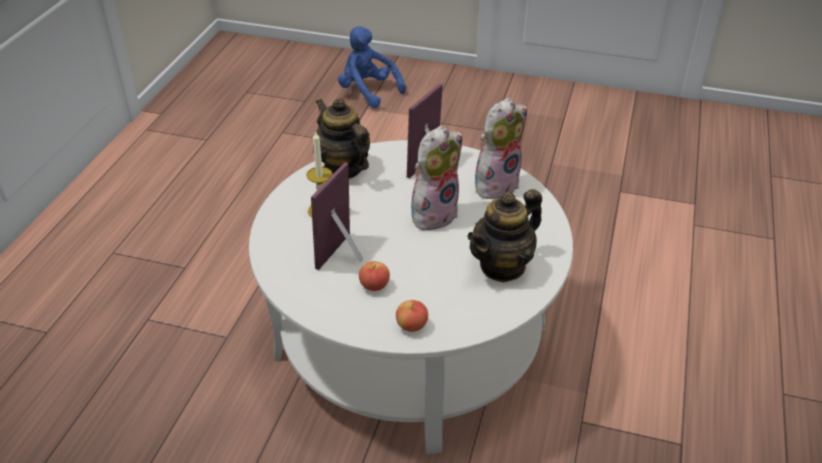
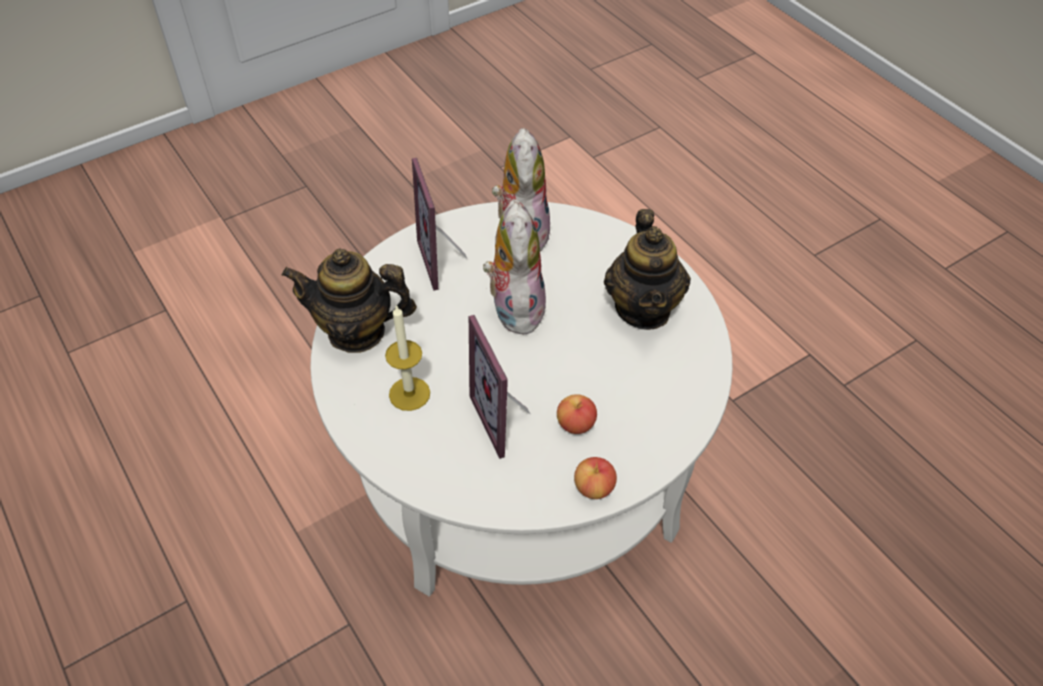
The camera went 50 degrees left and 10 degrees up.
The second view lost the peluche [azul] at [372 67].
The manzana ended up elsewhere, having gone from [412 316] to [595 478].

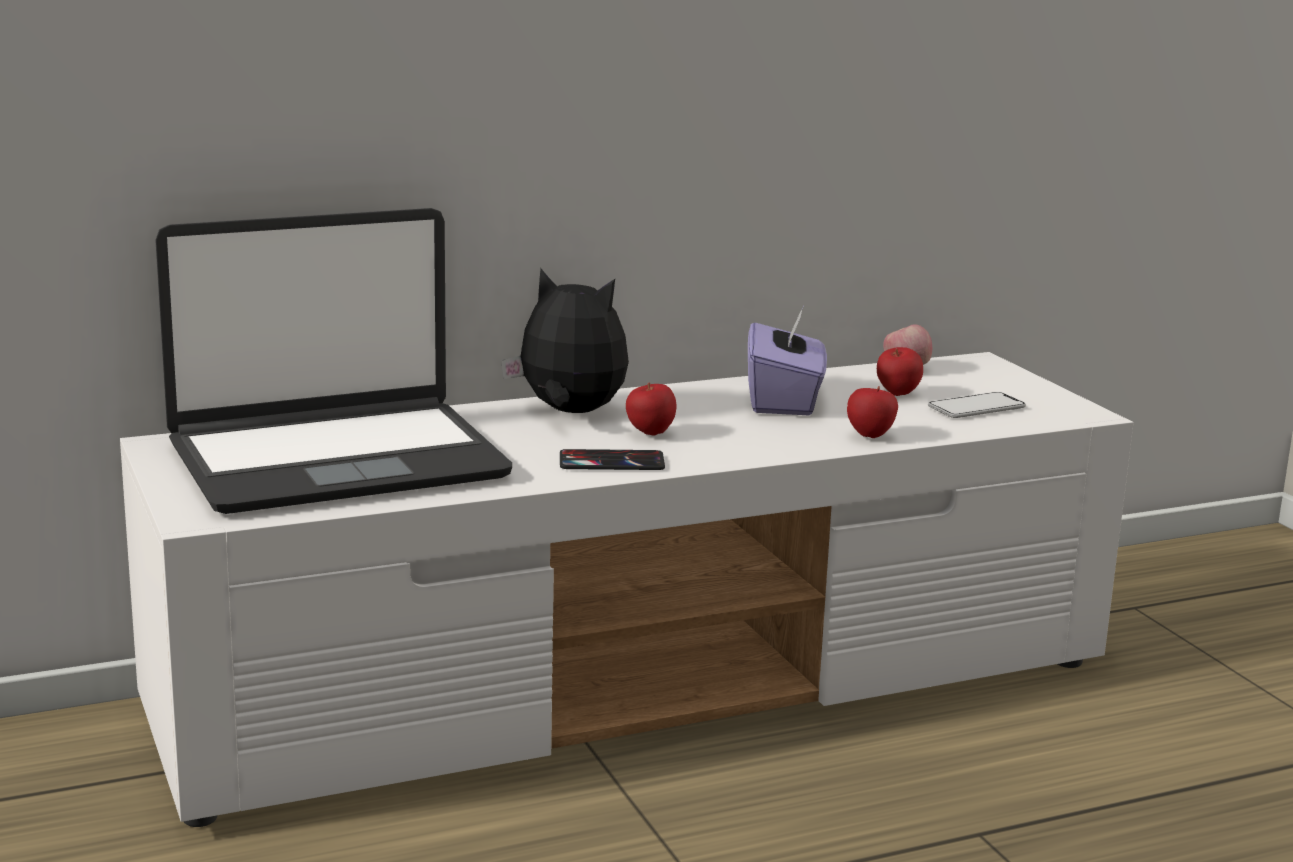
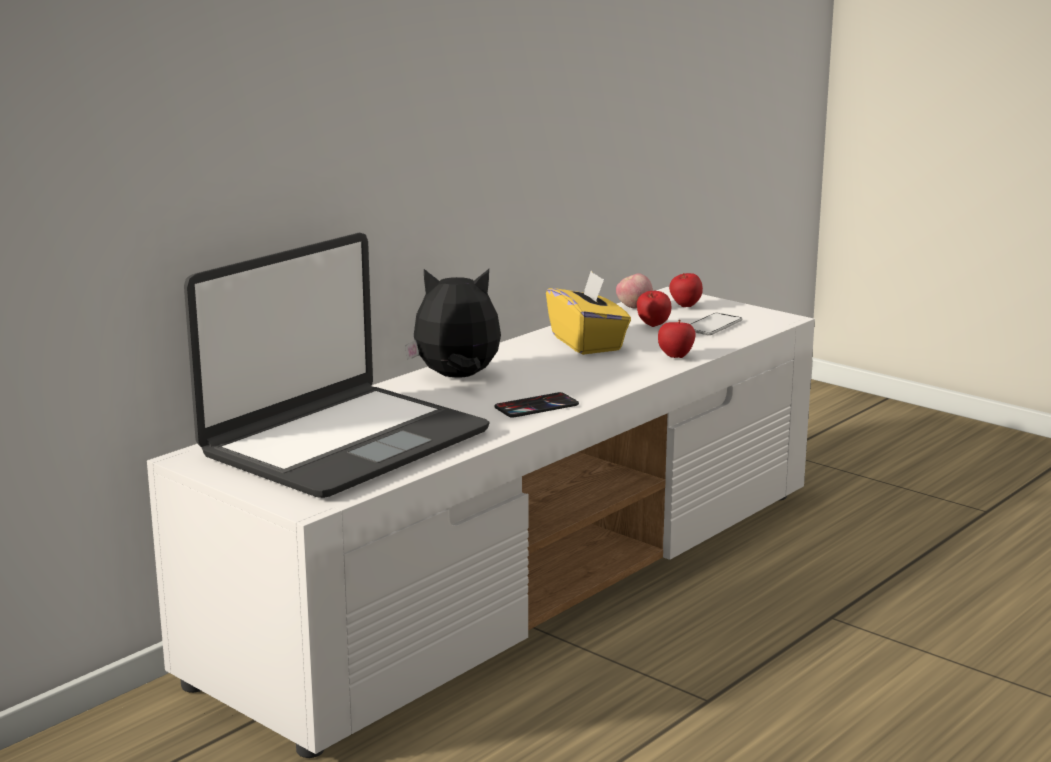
The camera went 25 degrees left and 0 degrees up.
The manzana ended up elsewhere, having gone from [651 409] to [686 290].
What was the caja de pañuelos [morado] at [787 362] turned into the caja de pañuelos [amarillo] at [588 313].

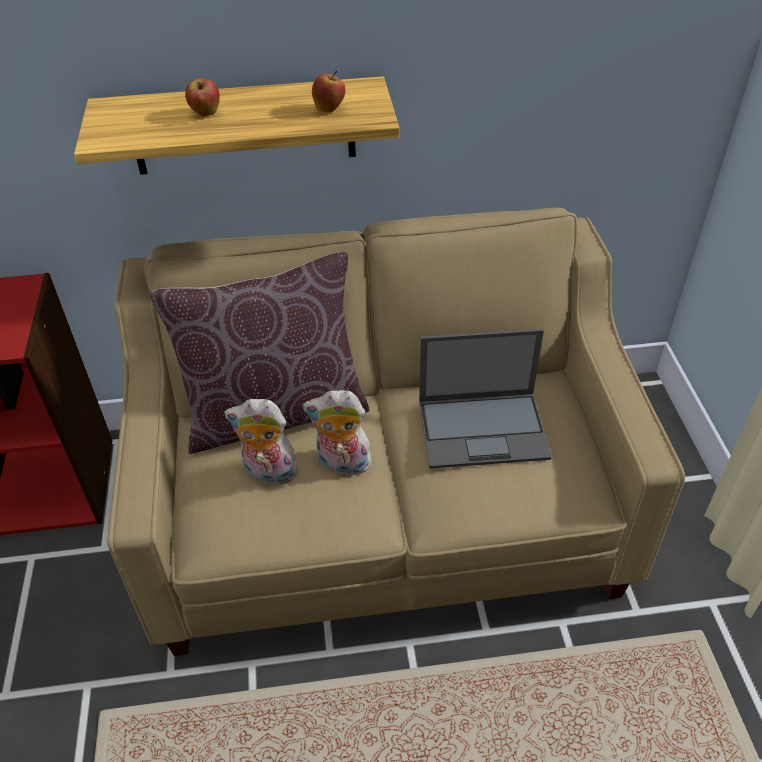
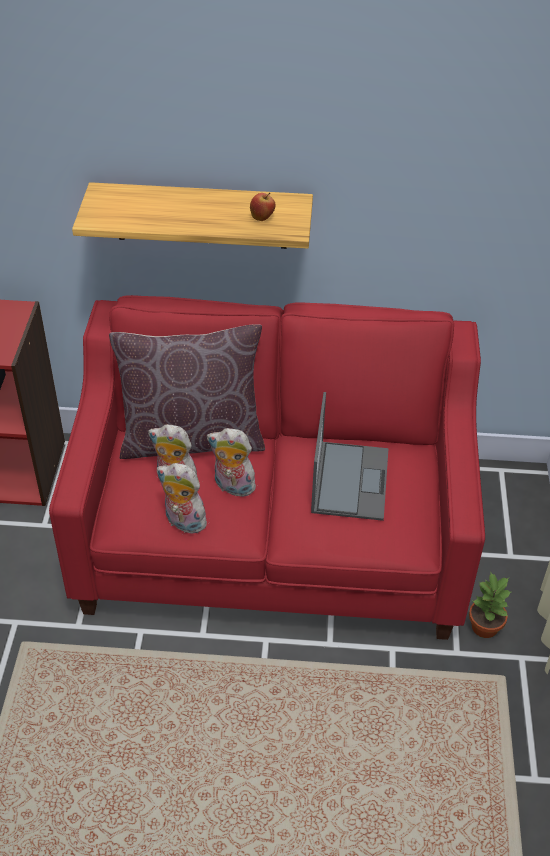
The camera went 10 degrees right and 0 degrees up.
What was the sofá [beis] at [396 432] turned into the sofá [rojo] at [267 467].
The second view lost the manzana at [202 97].
The portátil at [485 399] ended up facing another way, 90 degrees counterclockwise from before.
The second view gained the peluche at [182 498].
The second view gained the planta en maceta at [490 605].

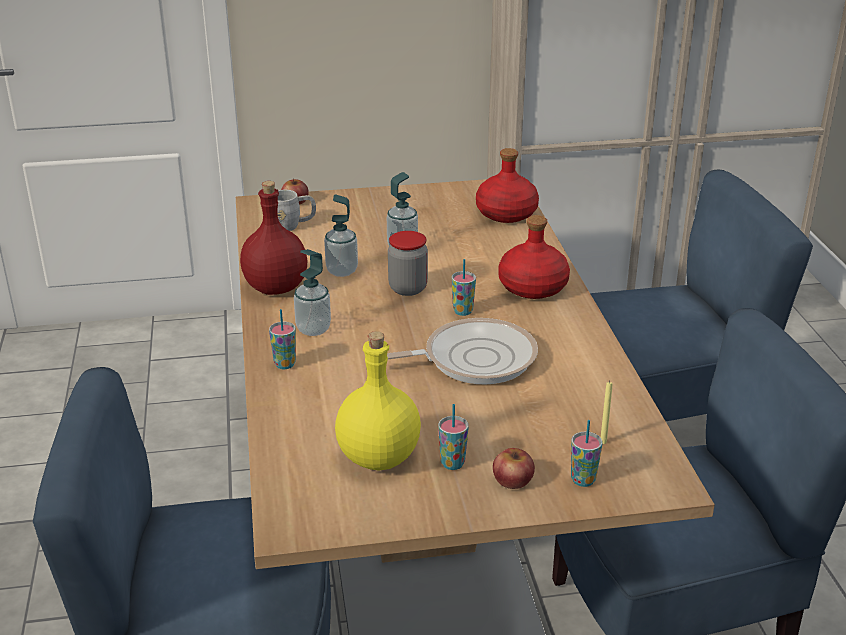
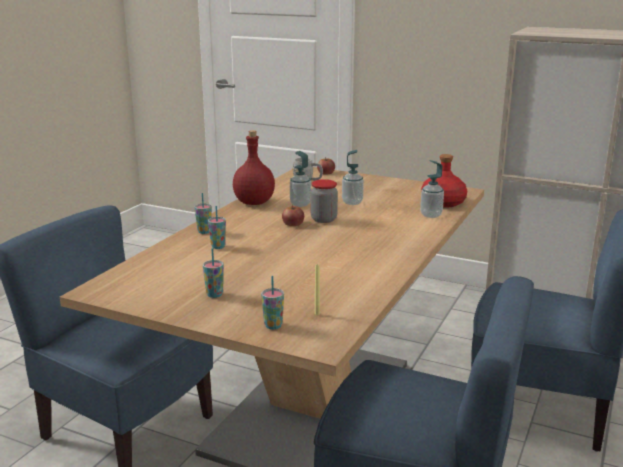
The camera went 35 degrees right and 10 degrees down.
The dispensador de jabón ended up elsewhere, having gone from [312 292] to [432 189].
The second view lost the botella [amarillo] at [378 401].
The second view lost the sartén at [462 351].
The taza ended up elsewhere, having gone from [464 287] to [217 227].
The manzana ended up elsewhere, having gone from [514 468] to [293 215].
The second view lost the botella [rojo] at [534 257].

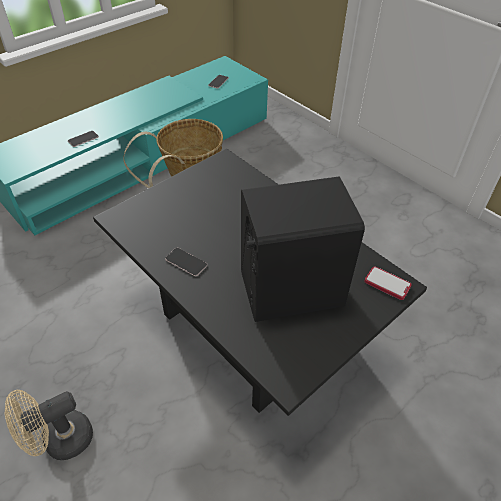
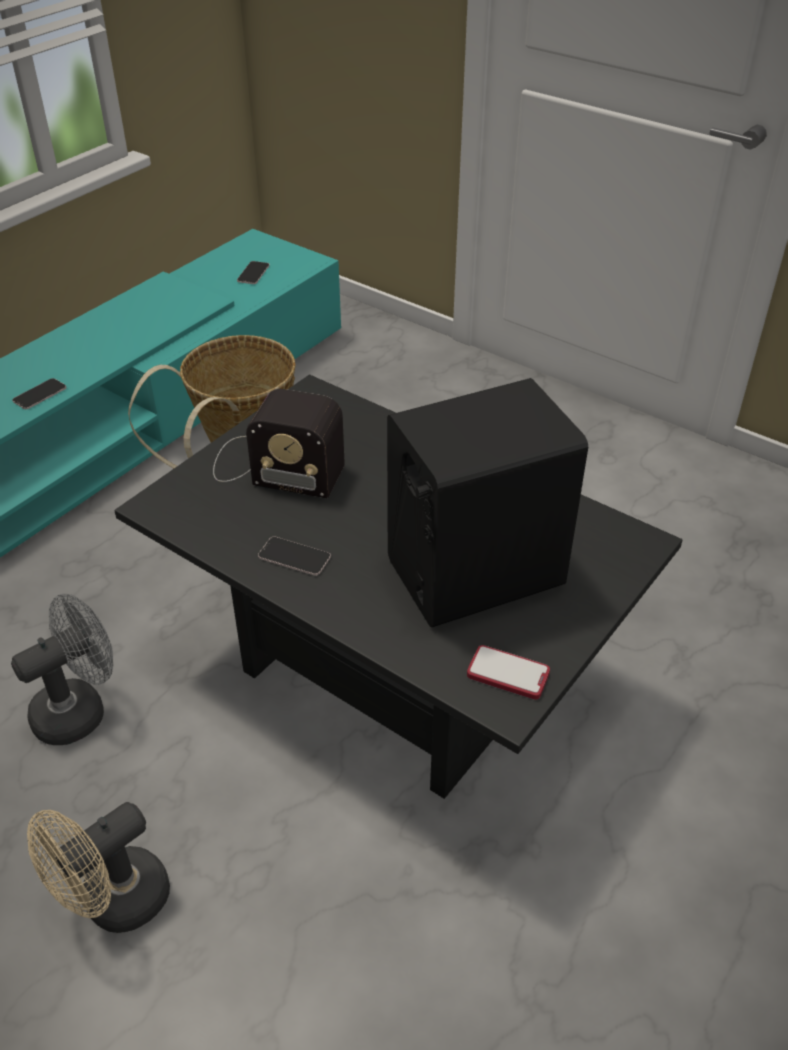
The camera went 10 degrees left and 5 degrees down.
The móvil ended up elsewhere, having gone from [388 283] to [508 672].
The second view gained the ventilador [gris] at [62 669].
The second view gained the radio at [279 443].

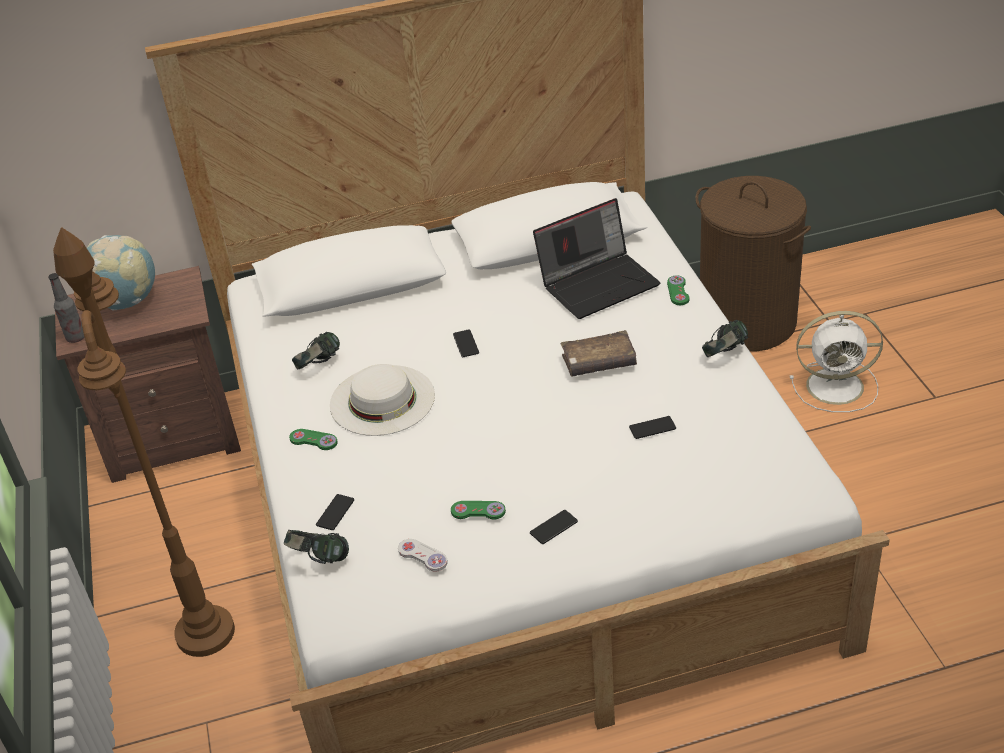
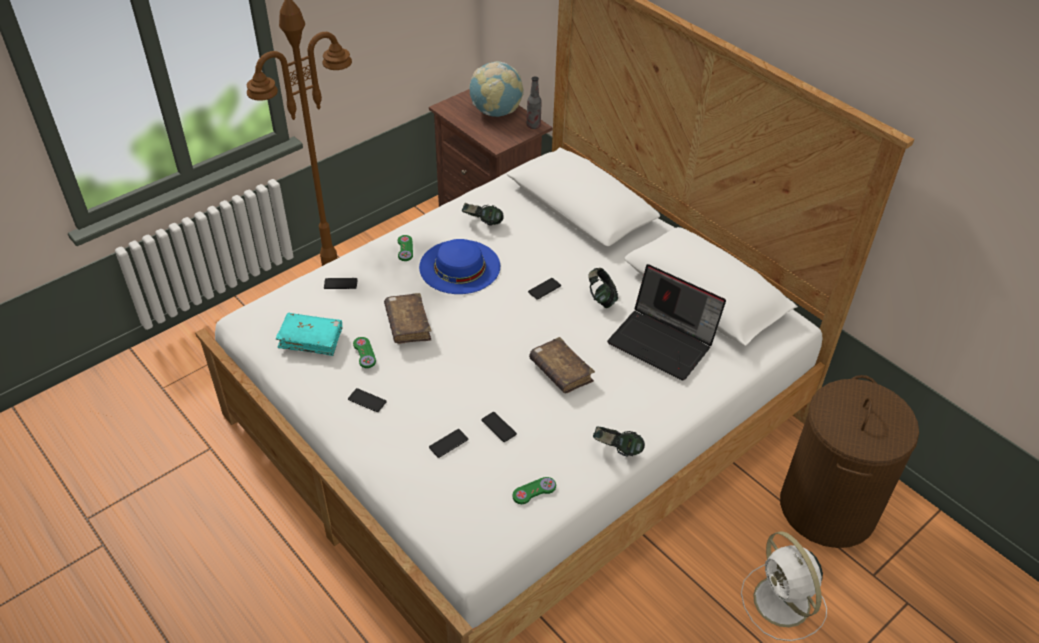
The camera went 60 degrees right and 5 degrees up.
The botella ended up elsewhere, having gone from [66 308] to [534 102].
The auriculares ended up elsewhere, having gone from [316 547] to [603 288].
What was the sombrero [blanco] at [382 400] turned into the sombrero [azul] at [459 266].
Where the mando de consola [blanco] stood at [423 555], the libro [turquesa] came to stand at [309 334].
The mando de consola [verde] ended up elsewhere, having gone from [678 290] to [534 490].
The second view gained the libro [marrón] at [408 318].
The second view gained the móvil at [448 443].

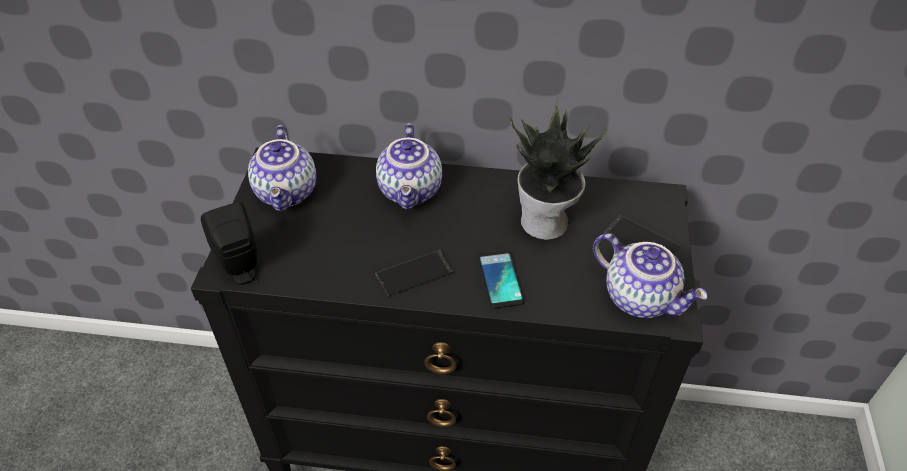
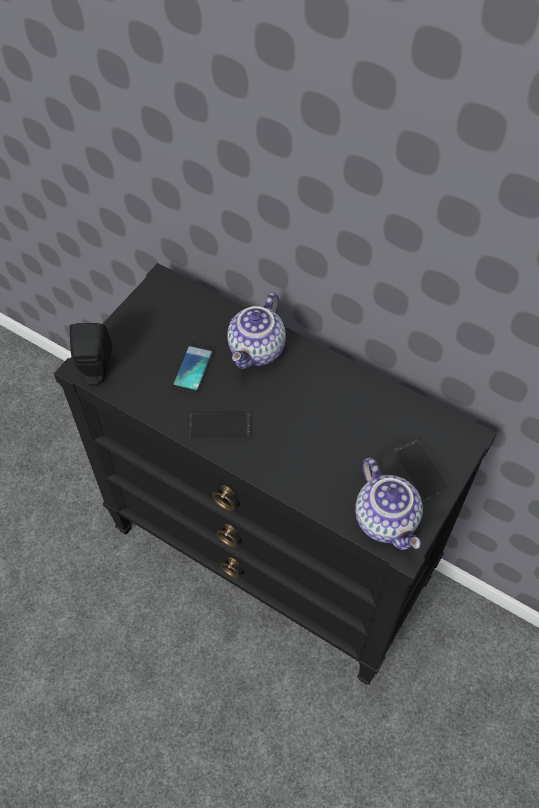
The camera went 25 degrees right and 10 degrees up.
The second view lost the tetera at [282 168].
The móvil ended up elsewhere, having gone from [501 279] to [193 368].
The second view lost the planta en maceta at [559 169].

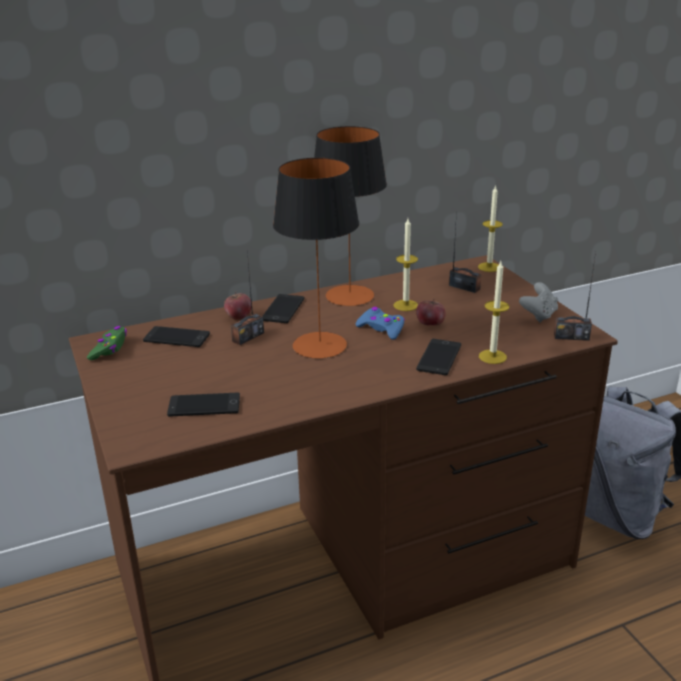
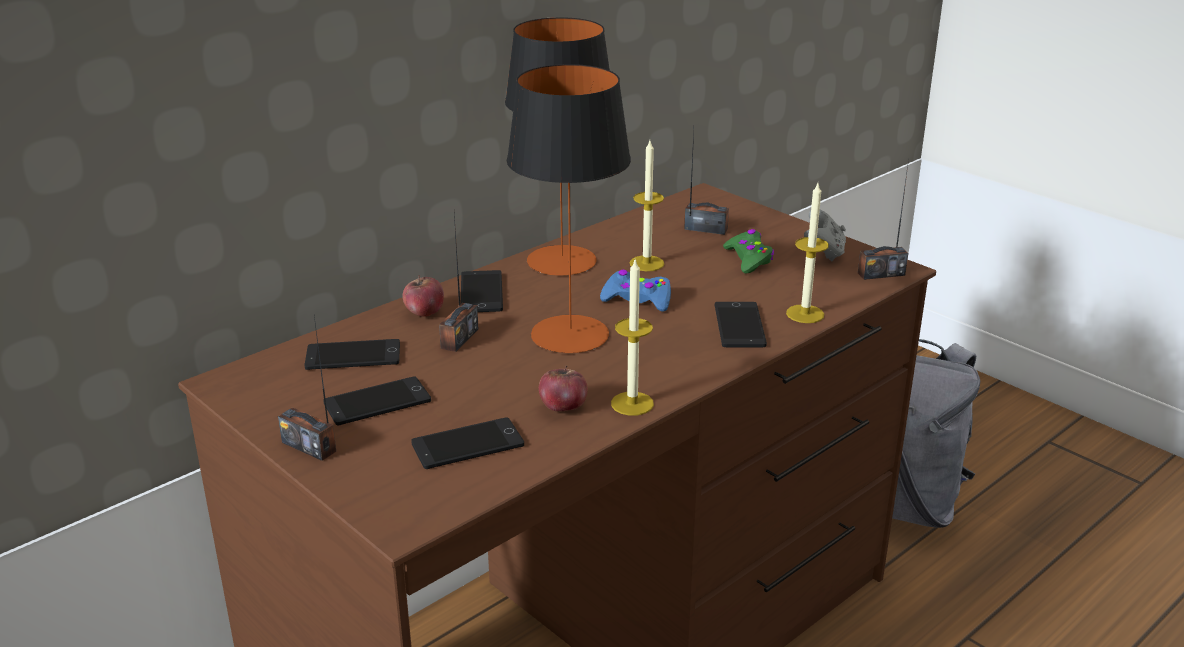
The camera went 20 degrees left and 0 degrees up.
The mando de consola [verde] ended up elsewhere, having gone from [107 343] to [748 251].
The manzana ended up elsewhere, having gone from [431 312] to [563 389].
The vela ended up elsewhere, having gone from [490 228] to [632 338].
The second view gained the radio at [307 388].
The second view gained the móvil at [377 400].

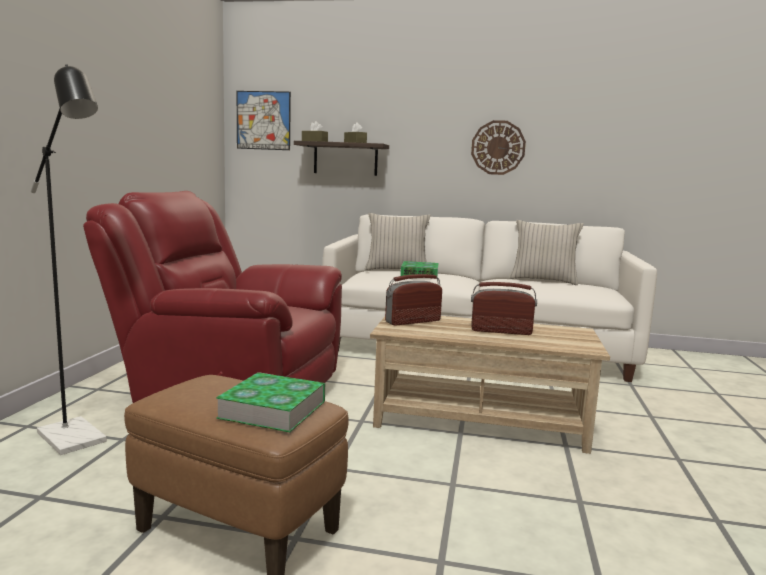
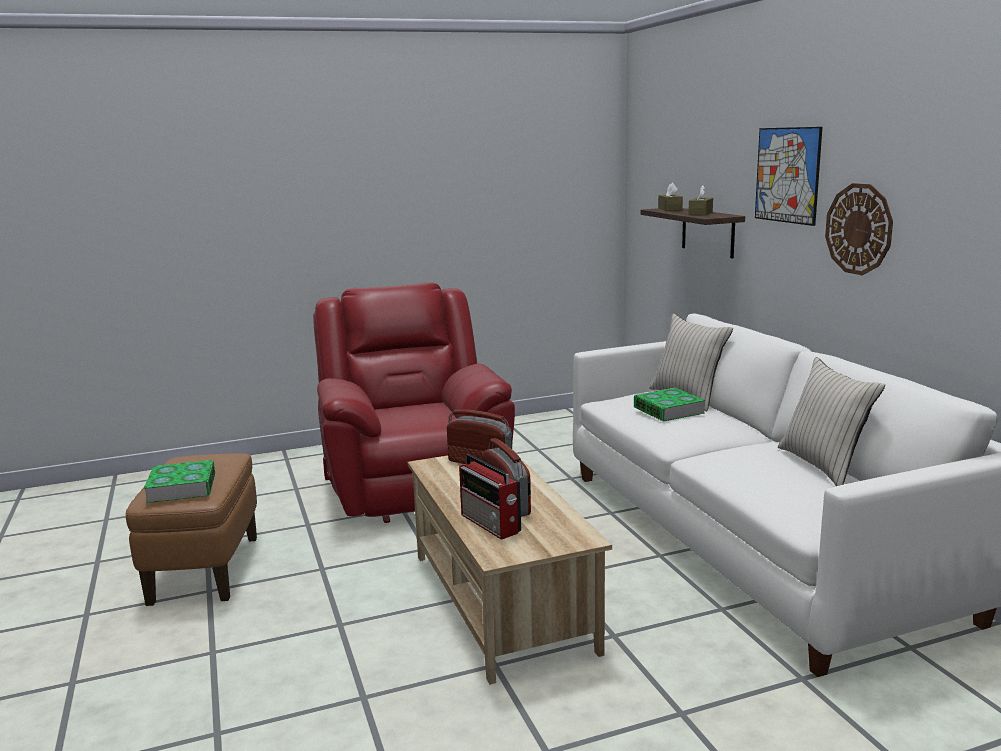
The camera went 60 degrees right and 5 degrees up.
The second view lost the lámpara de pie [negro] at [69 259].
The cuadro ended up elsewhere, having gone from [264 120] to [788 176].
The second view gained the radio at [490 497].

